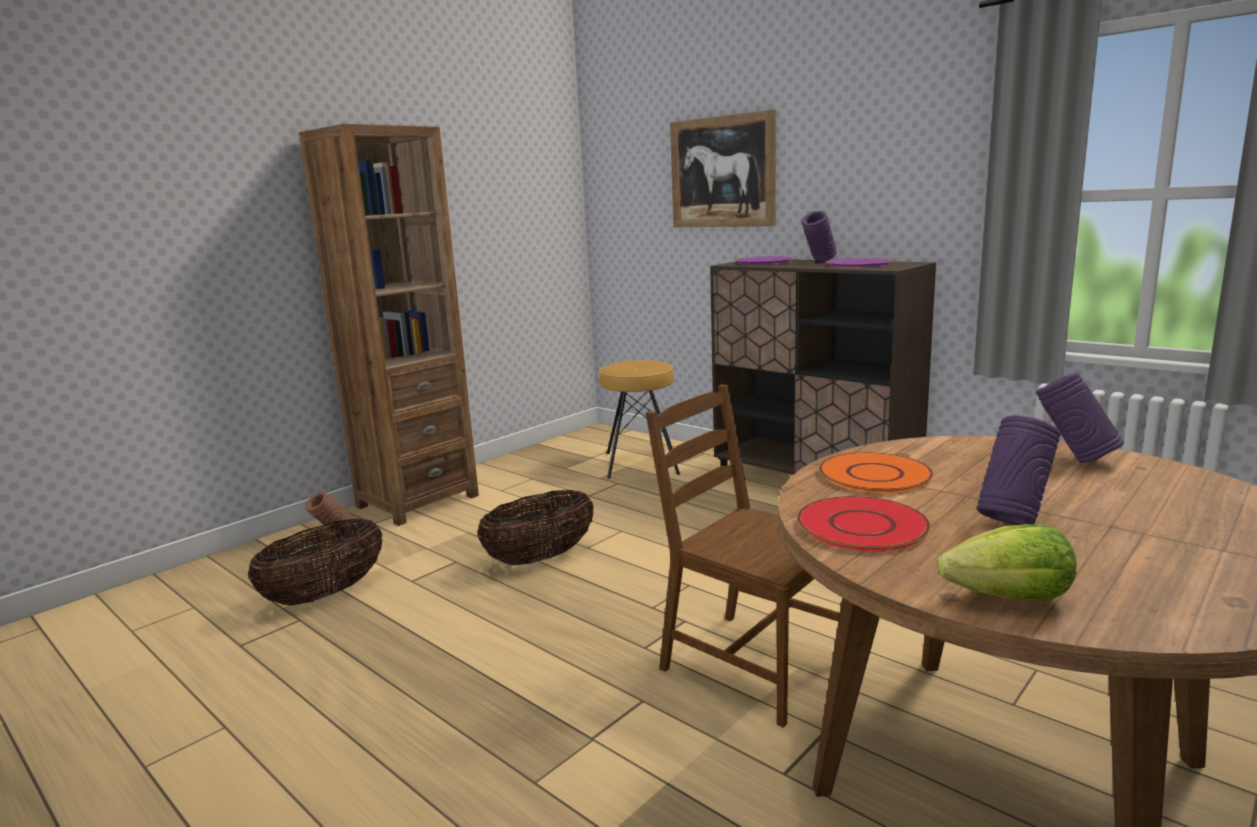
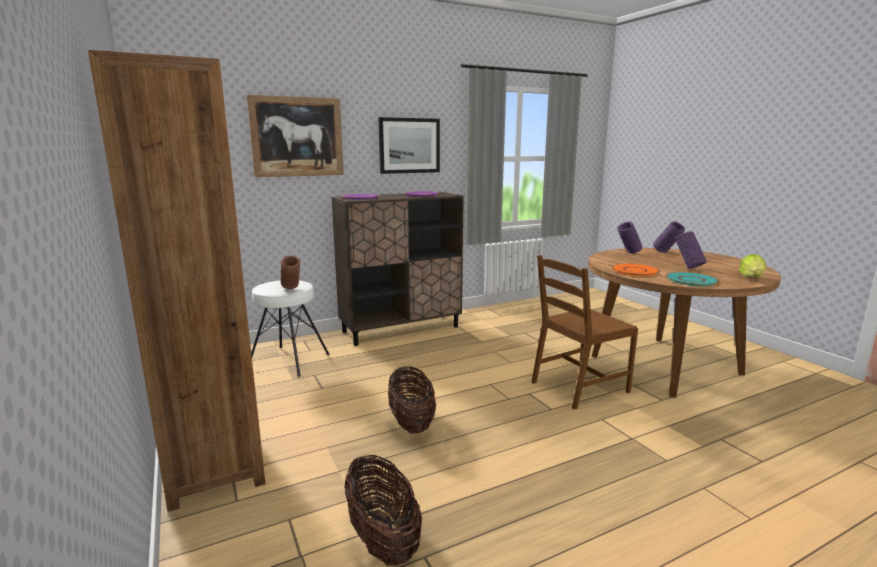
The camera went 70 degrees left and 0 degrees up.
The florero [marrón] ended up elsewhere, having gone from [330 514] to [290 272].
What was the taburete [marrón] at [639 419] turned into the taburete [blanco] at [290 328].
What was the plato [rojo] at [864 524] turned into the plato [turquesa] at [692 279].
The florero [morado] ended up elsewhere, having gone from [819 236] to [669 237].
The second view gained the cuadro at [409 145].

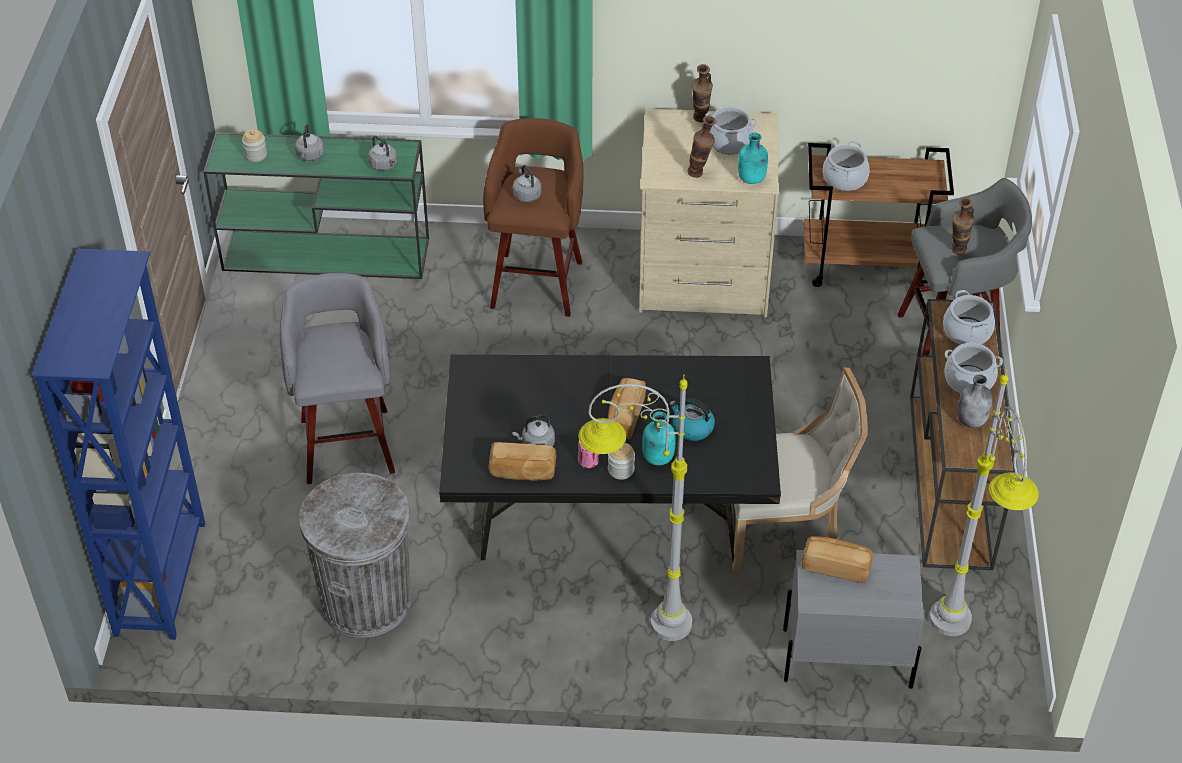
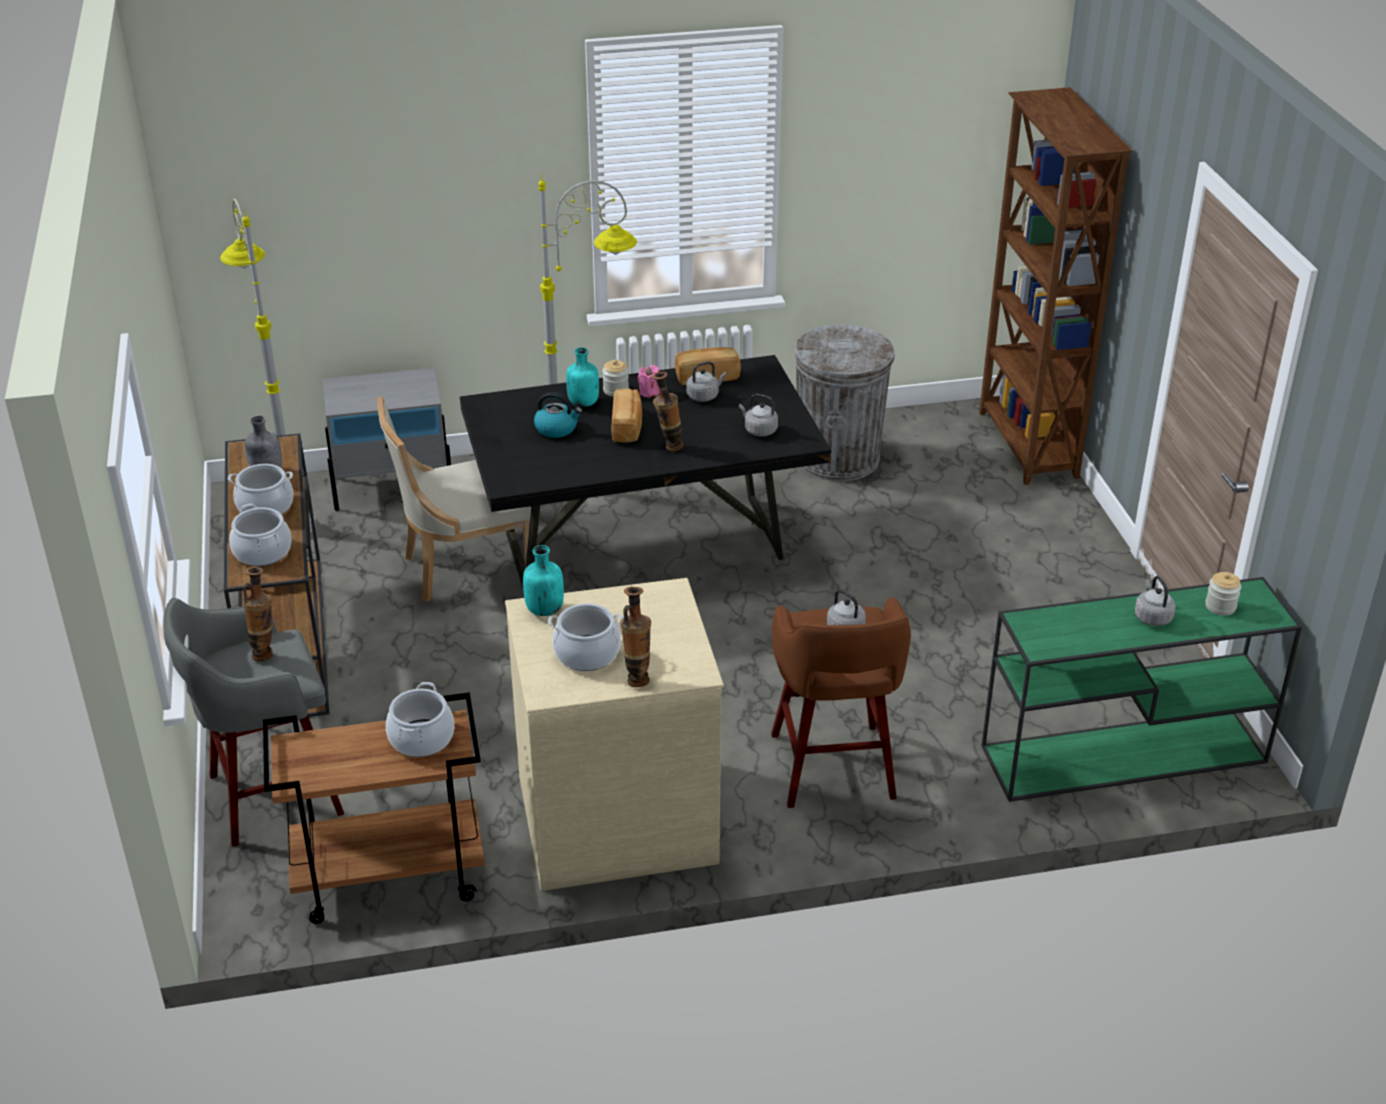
The camera went 165 degrees right and 10 degrees down.
What was the estantería [azul] at [118 444] turned into the estantería [marrón] at [1055 286].
The second view lost the taburete [gris] at [337 378].
The hervidor [gris] ended up elsewhere, having gone from [382 153] to [758 415].
The florero ended up elsewhere, having gone from [702 147] to [668 411].
The second view lost the pan at [837 559].

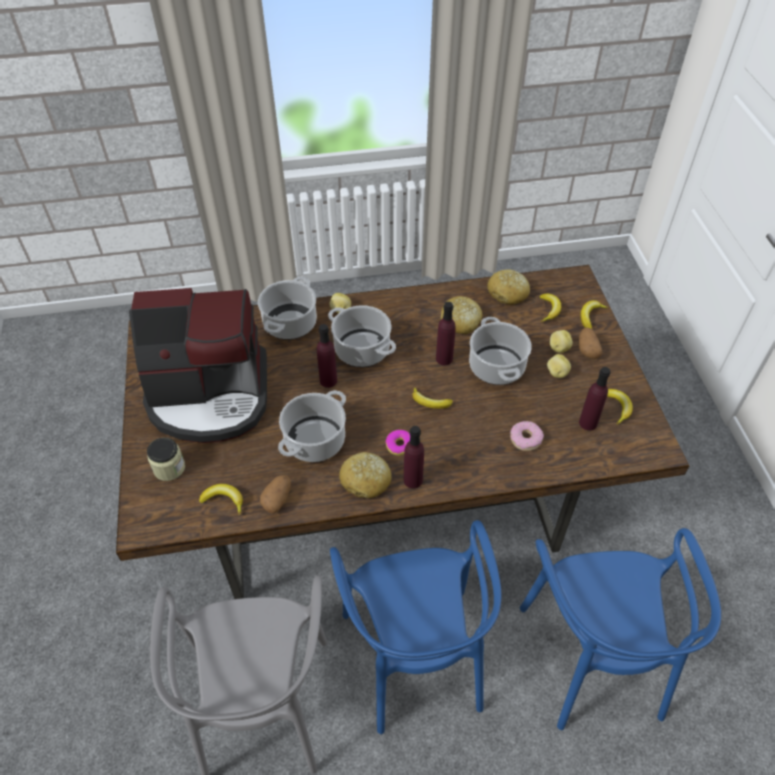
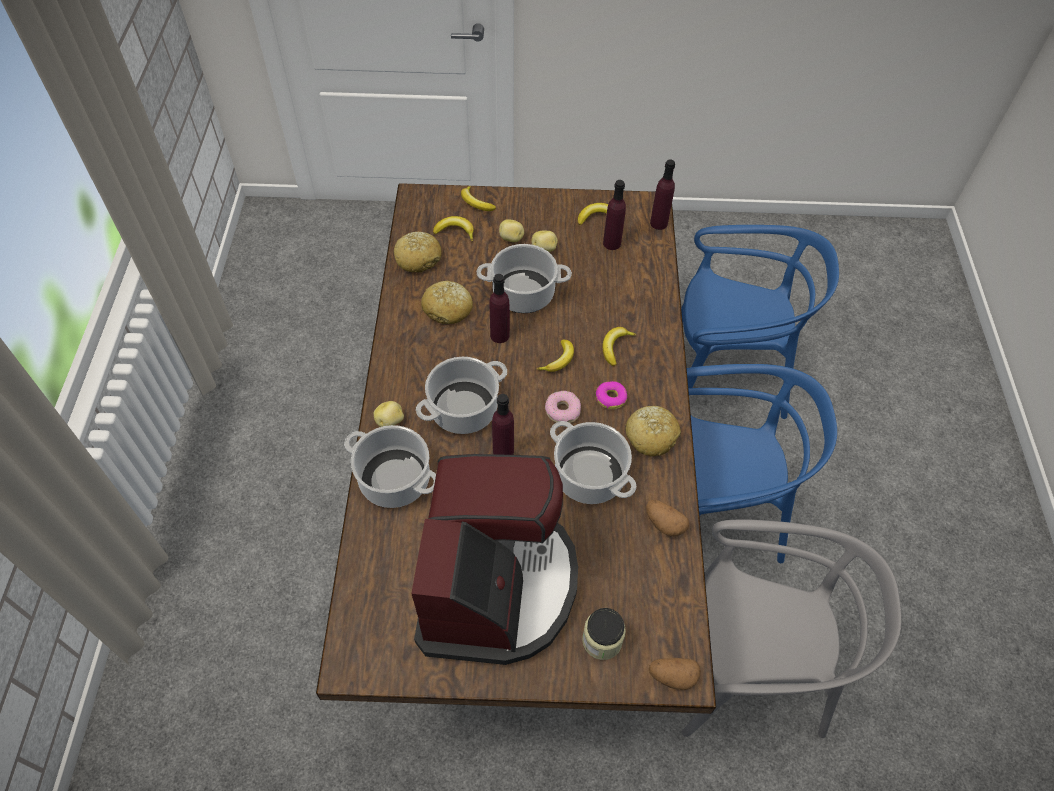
The camera went 80 degrees left and 5 degrees up.
The plátano ended up elsewhere, having gone from [221 499] to [619 346].
The botella [morado] ended up elsewhere, having gone from [414 457] to [662 194].
The rosquilla ended up elsewhere, having gone from [527 436] to [563 407].
The patata ended up elsewhere, having gone from [590 343] to [674 674].

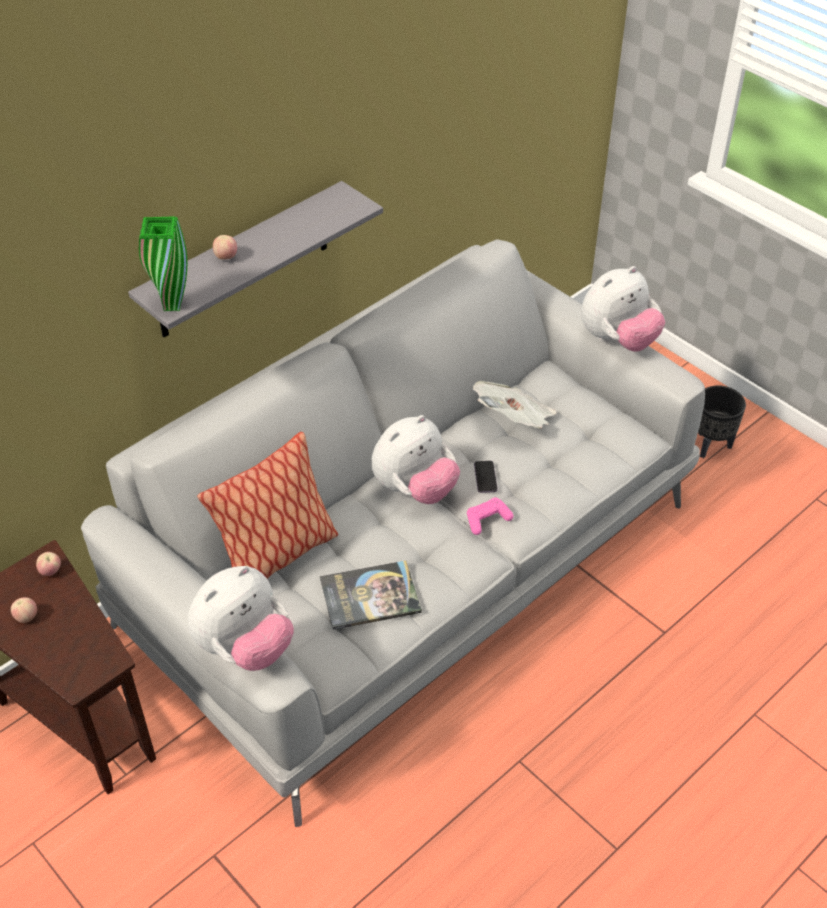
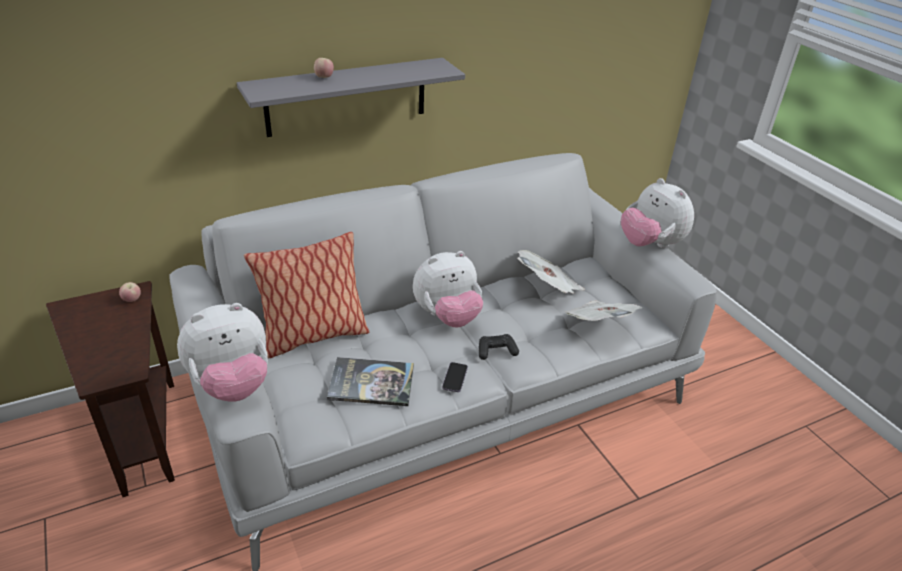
The camera went 15 degrees right and 10 degrees down.
The second view lost the manzana at [24 610].
The second view lost the florero [verde] at [163 263].
What was the mando de consola [rosa] at [490 516] turned into the mando de consola [negro] at [499 347].
The móvil ended up elsewhere, having gone from [486 477] to [455 377].
The peluche at [623 309] ended up facing another way, 75 degrees clockwise from before.
The second view lost the maceta [negro] at [722 421].
The second view gained the periódico at [604 310].

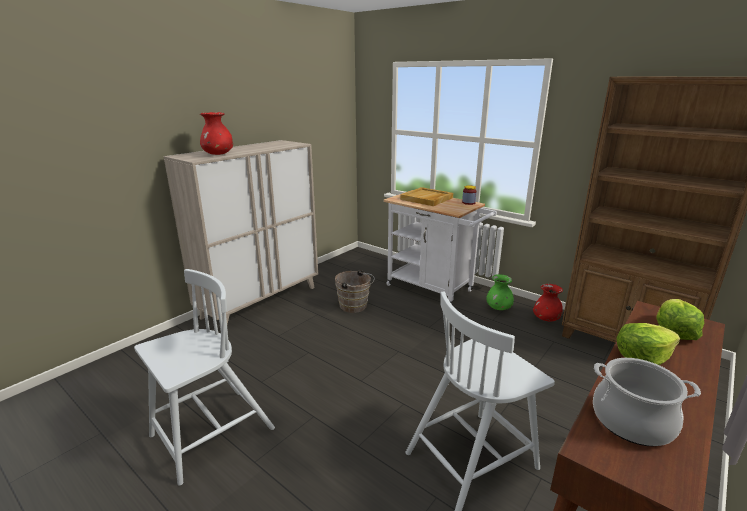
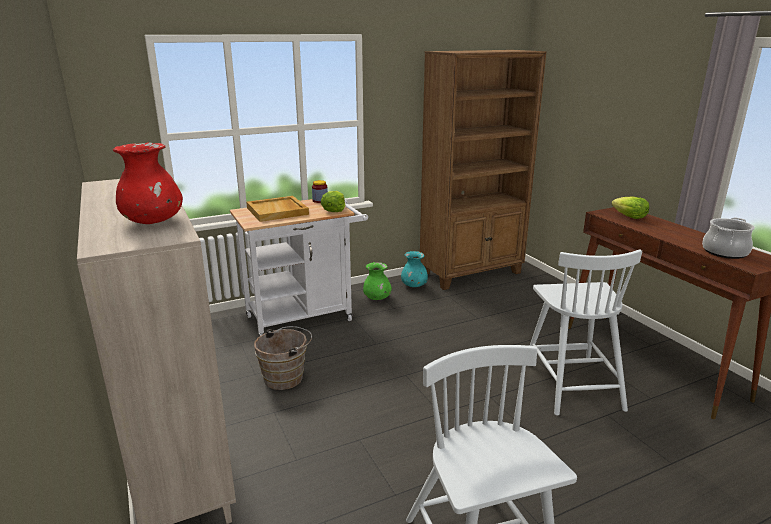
The camera went 65 degrees left and 0 degrees up.
What was the florero [rojo] at [548 303] turned into the florero [turquesa] at [414 269].
The lechuga ended up elsewhere, having gone from [648 344] to [333 201].

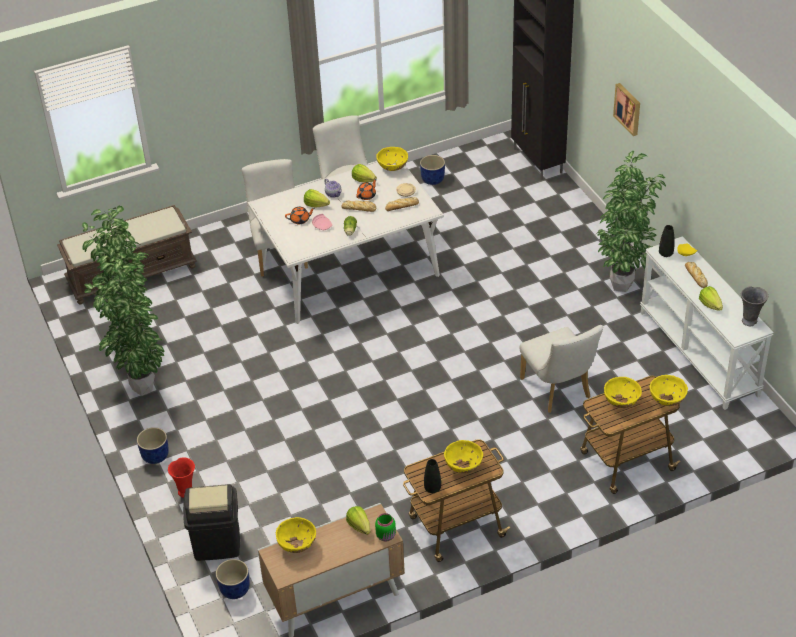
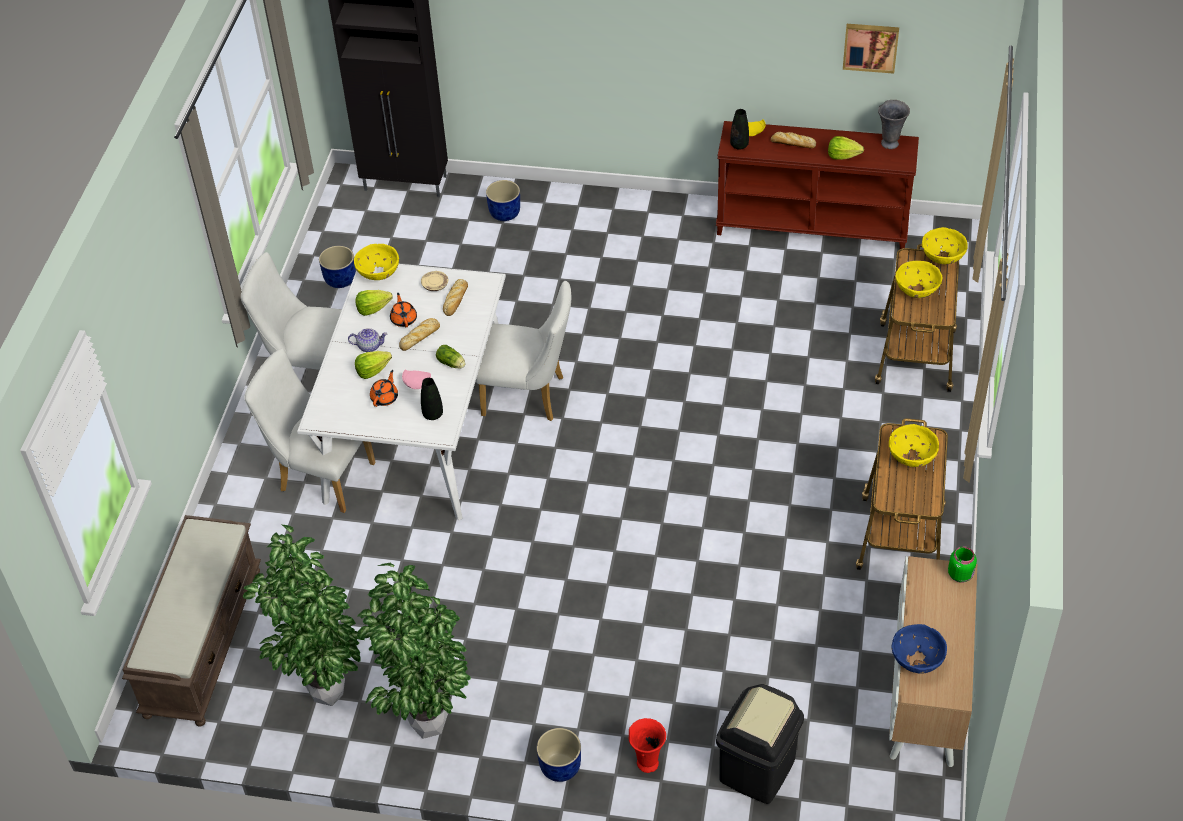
The camera went 55 degrees left and 5 degrees up.
The maceta [azul] ended up elsewhere, having gone from [232 579] to [503 200].
What was the cuenco [amarillo] at [296 535] turned into the cuenco [azul] at [919 649].
The second view lost the lechuga at [358 520].
The florero [negro] ended up elsewhere, having gone from [432 476] to [432 399].
The silla [blanco] ended up elsewhere, having gone from [561 369] to [523 351].
The second view lost the planta en maceta at [631 221].
The cuadro ended up elsewhere, having gone from [626 109] to [871 49].
What was the mesa consola [blanco] at [707 323] turned into the mesa consola [marrón] at [817 185].

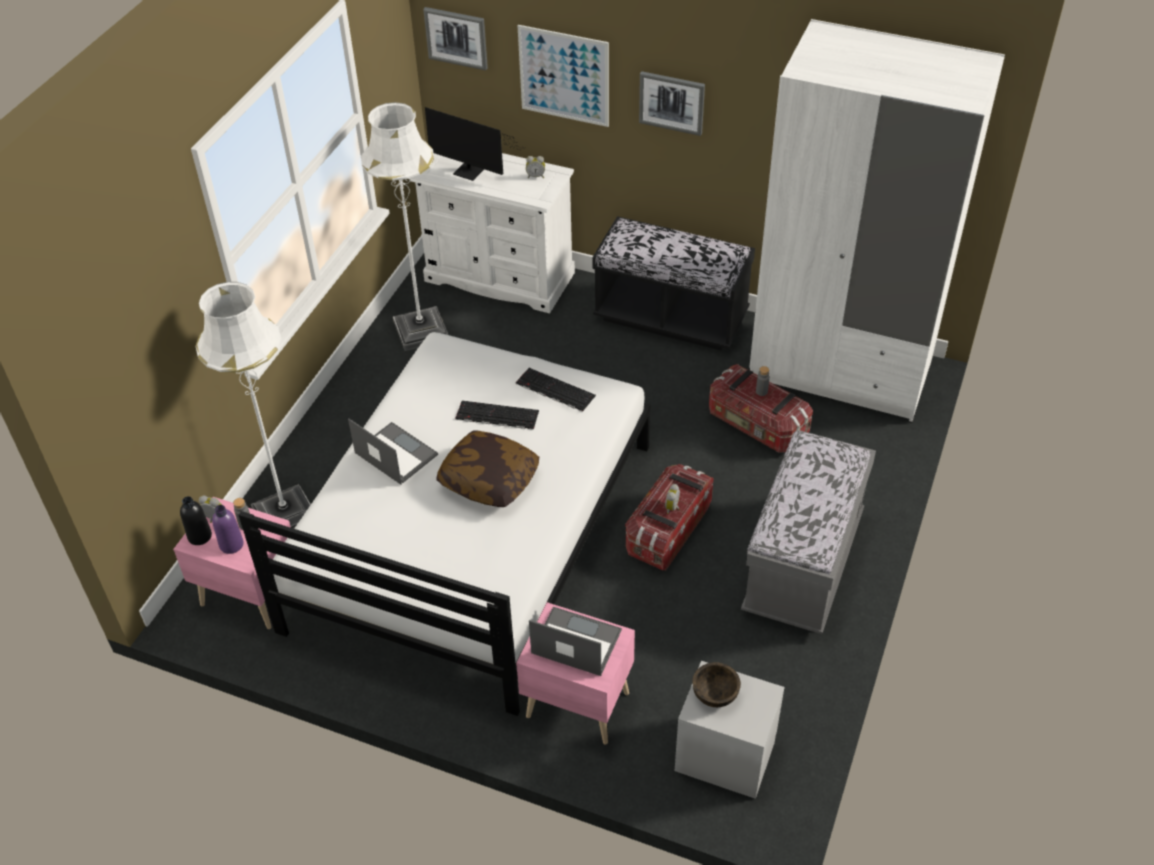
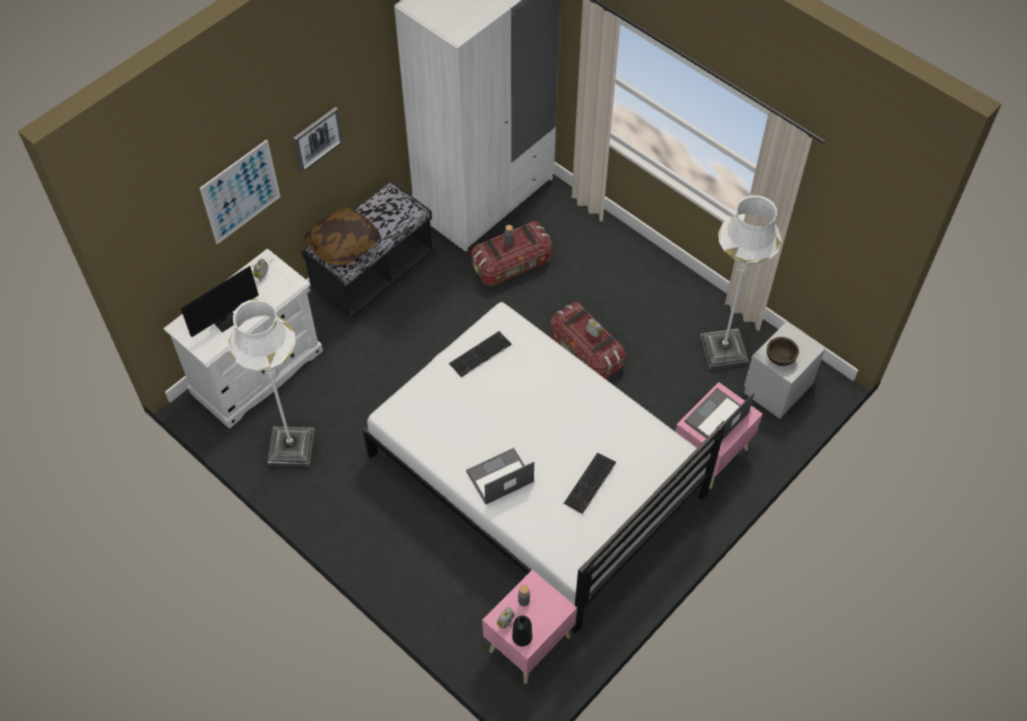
The camera went 70 degrees left and 10 degrees up.
The lámpara de pie [blanco] ended up elsewhere, having gone from [253 405] to [741 282].
The second view lost the botella [morado] at [227 529].
The second view lost the cuadro at [455 38].
The cojín ended up elsewhere, having gone from [487 468] to [343 237].
The teclado ended up elsewhere, having gone from [497 415] to [590 483].
The second view lost the banco [gris] at [808 532].

